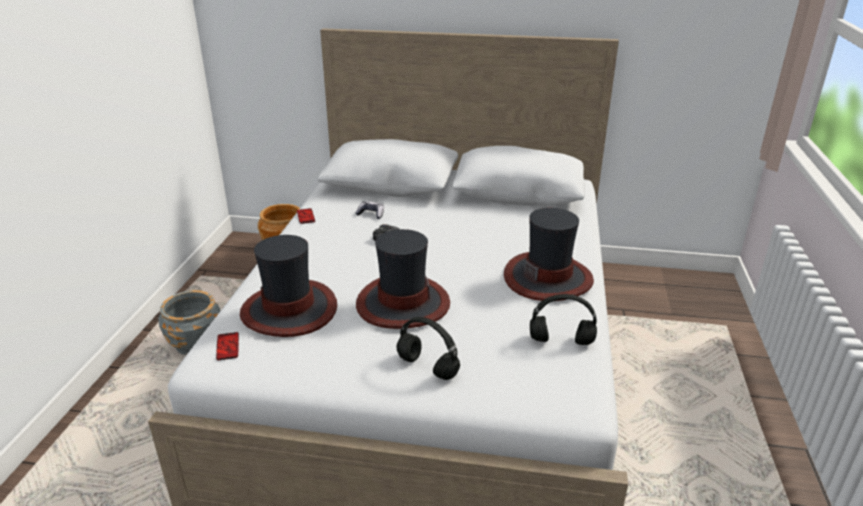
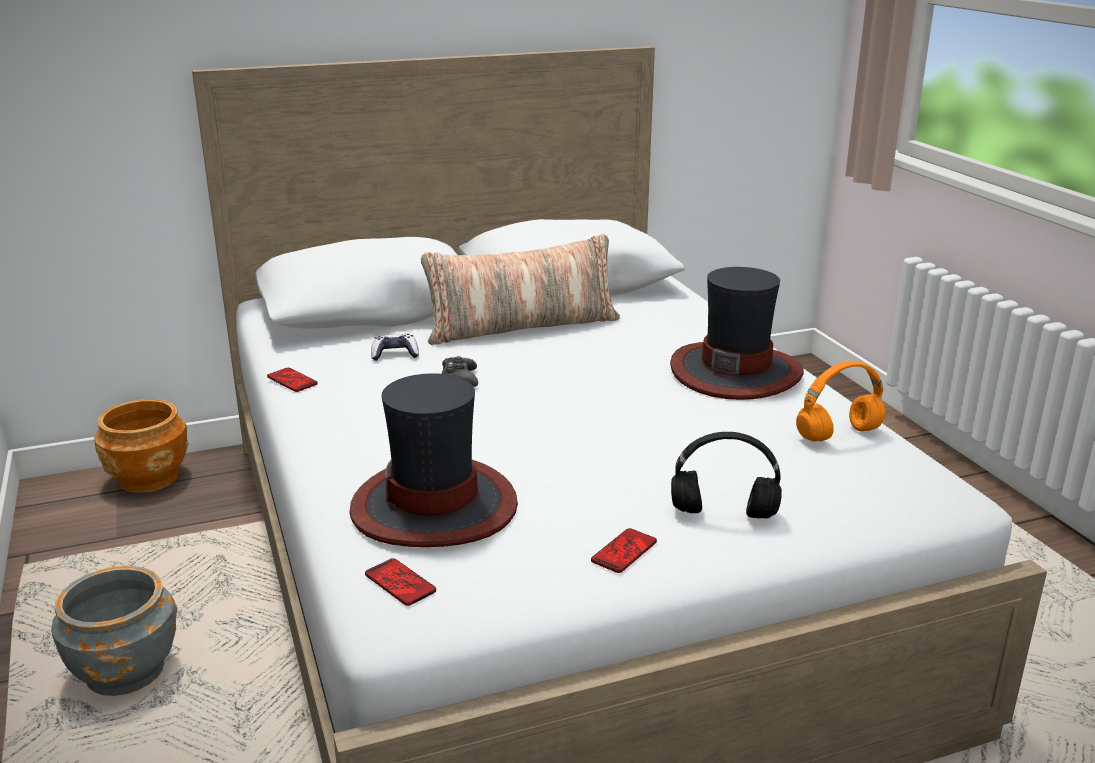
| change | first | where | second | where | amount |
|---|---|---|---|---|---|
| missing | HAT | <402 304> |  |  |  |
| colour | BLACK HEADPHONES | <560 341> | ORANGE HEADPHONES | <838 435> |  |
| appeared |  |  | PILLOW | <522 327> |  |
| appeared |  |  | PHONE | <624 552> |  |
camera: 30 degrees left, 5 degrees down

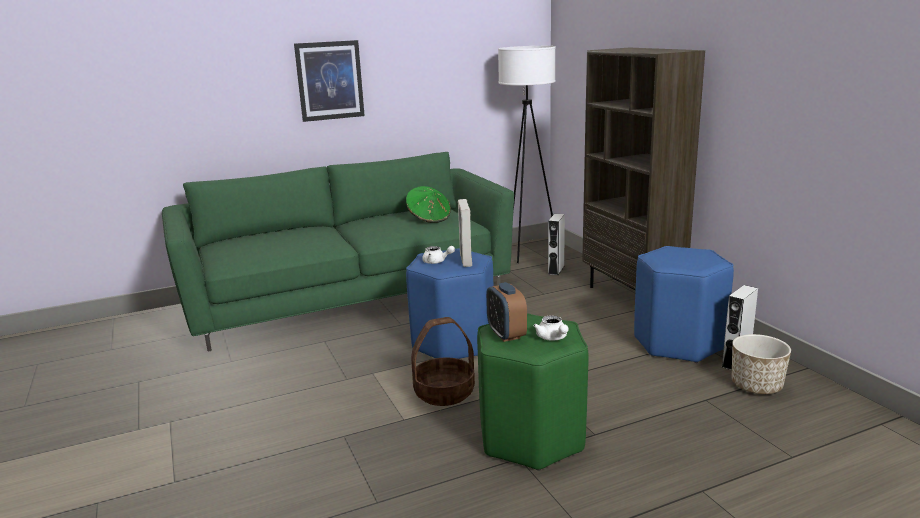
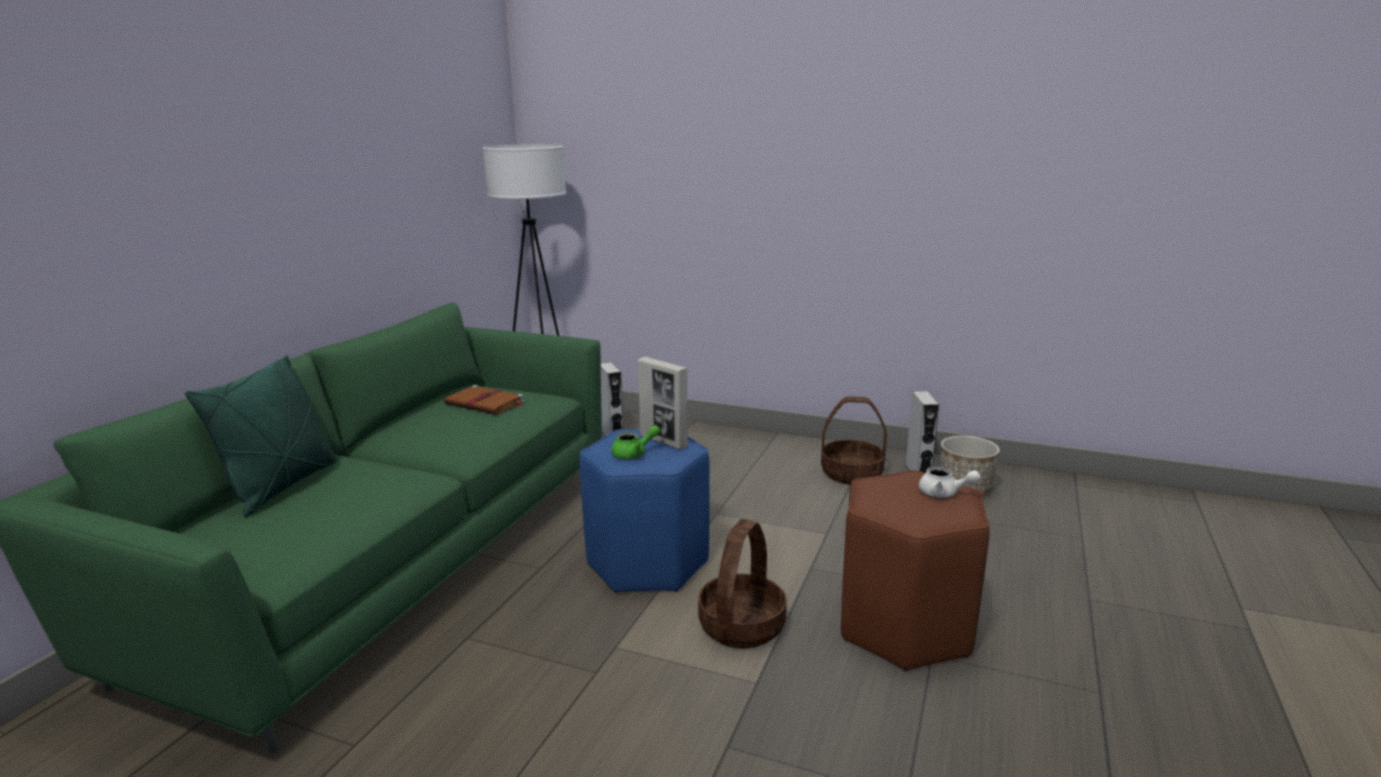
| change | first | where | second | where | amount |
|---|---|---|---|---|---|
| missing | PICTURE | <330 80> |  |  |  |
| exchanged | GREEN HAT | <429 218> | BROWN BOOK | <486 403> |  |
| colour | WHITE TEAPOT | <437 262> | GREEN TEAPOT | <634 454> |  |
| colour | GREEN STOOL | <532 438> | BROWN STOOL | <906 628> |  |
| missing | ALARM CLOCK | <506 334> |  |  |  |
| missing | BROWN BOOKCASE | <632 297> |  |  |  |
| exchanged | BLUE STOOL | <679 344> | BASKET | <852 473> |  |
| appeared |  |  | GREEN PILLOW | <282 486> |  |
camera: 45 degrees left, 0 degrees up

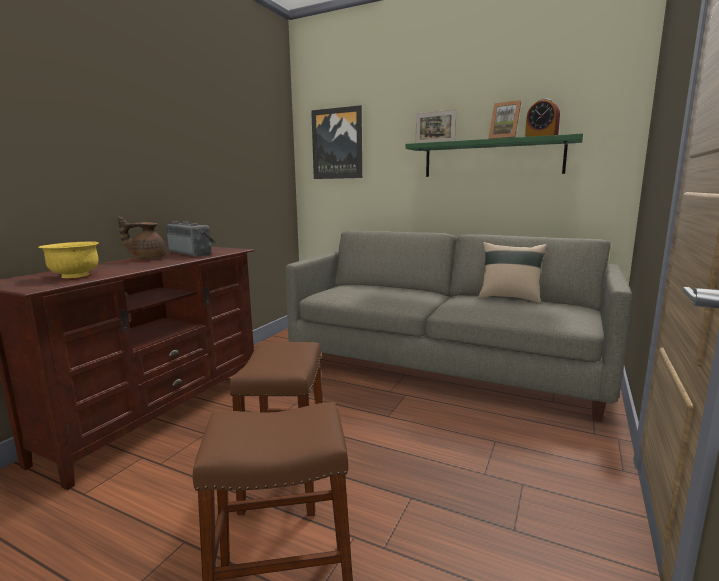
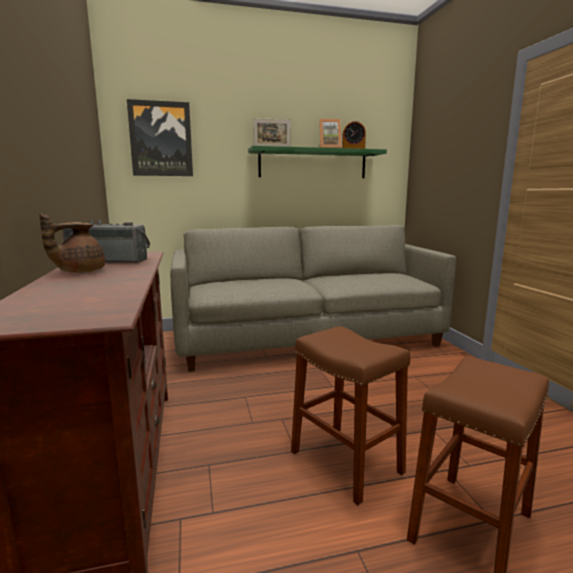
| change | first | where | second | where | amount |
|---|---|---|---|---|---|
| missing | YELLOW BOWL | <75 275> |  |  |  |
| missing | BEIGE PILLOW | <509 298> |  |  |  |
camera: 40 degrees left, 0 degrees up

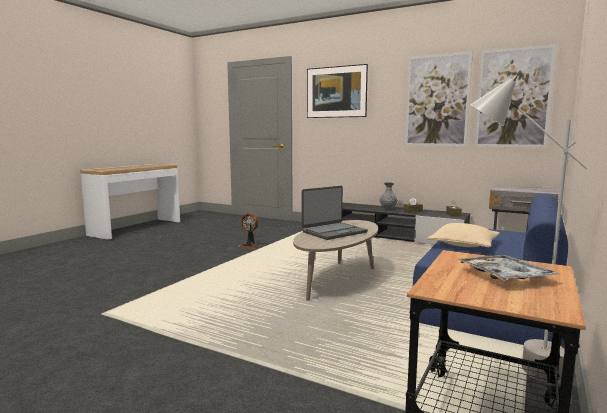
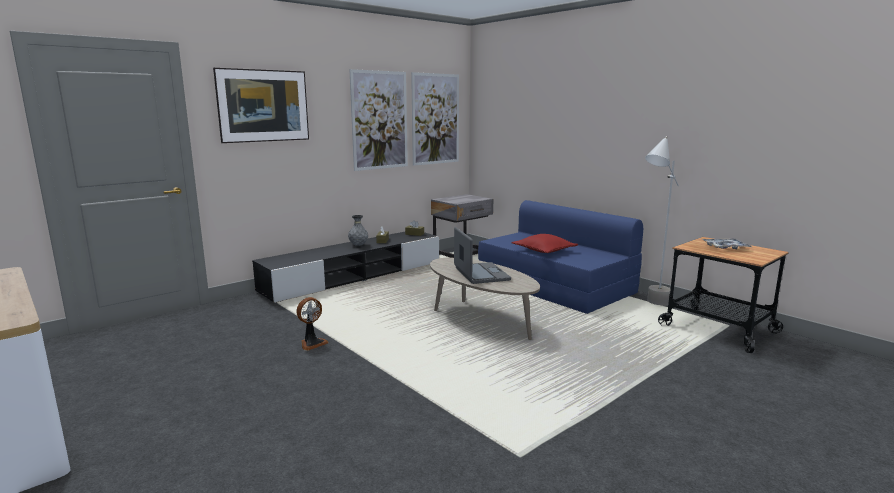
| change | first | where | second | where | amount |
|---|---|---|---|---|---|
| colour | BEIGE PILLOW | <463 244> | RED PILLOW | <544 251> |  |
camera: 70 degrees left, 5 degrees up

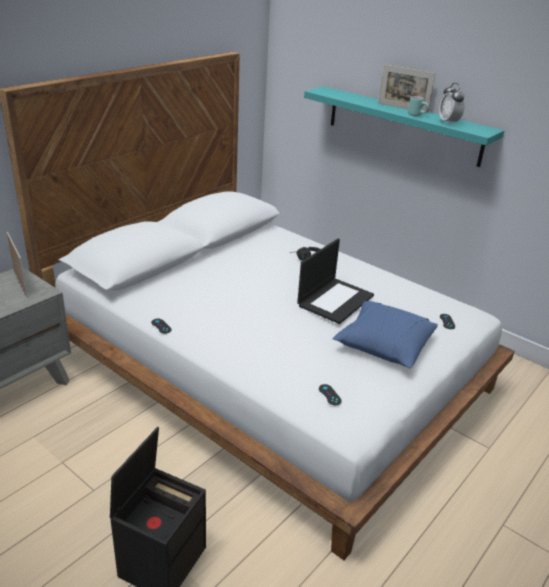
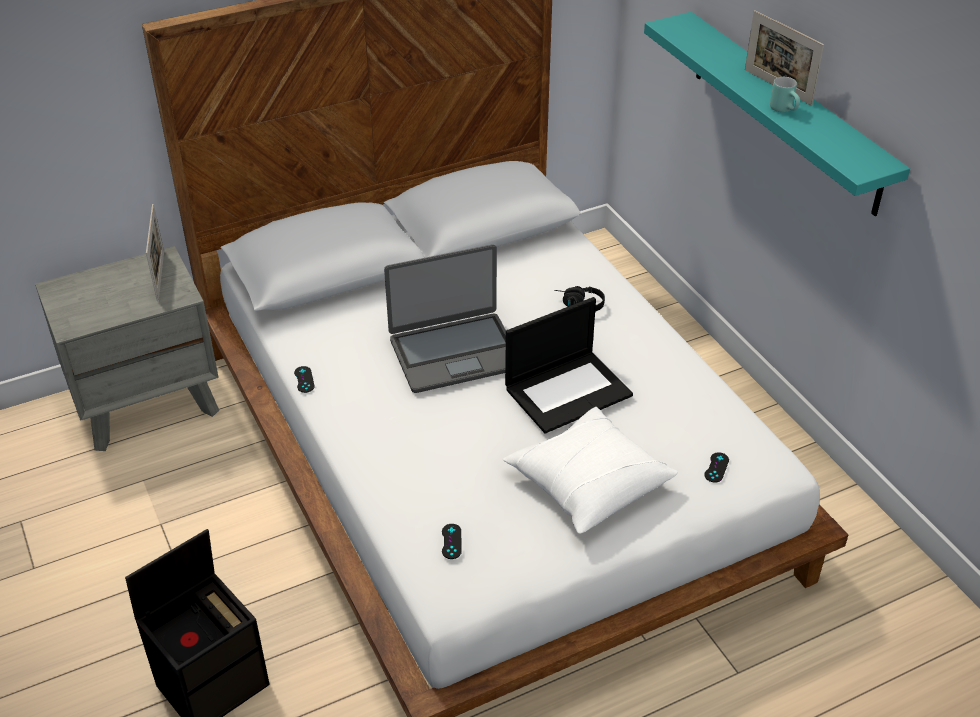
| change | first | where | second | where | amount |
|---|---|---|---|---|---|
| colour | BLUE PILLOW | <384 345> | WHITE PILLOW | <588 483> |  |
| missing | ALARM CLOCK | <448 122> |  |  |  |
| appeared |  |  | LAPTOP | <454 353> |  |
camera: 25 degrees right, 10 degrees up

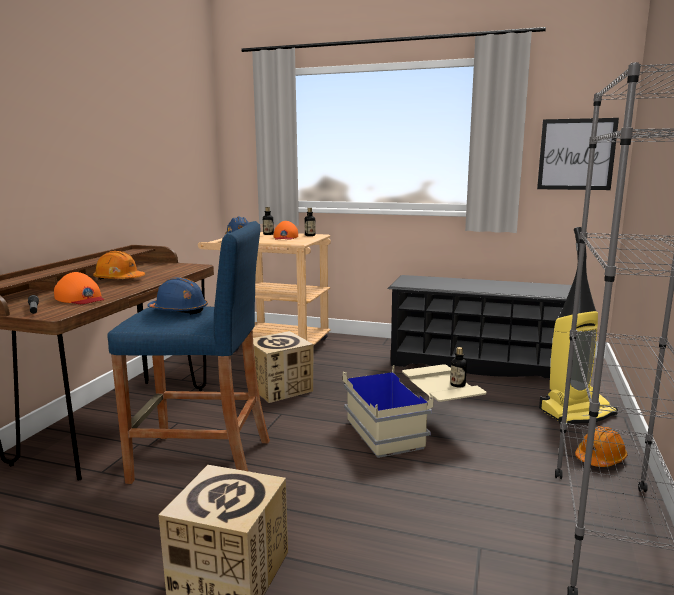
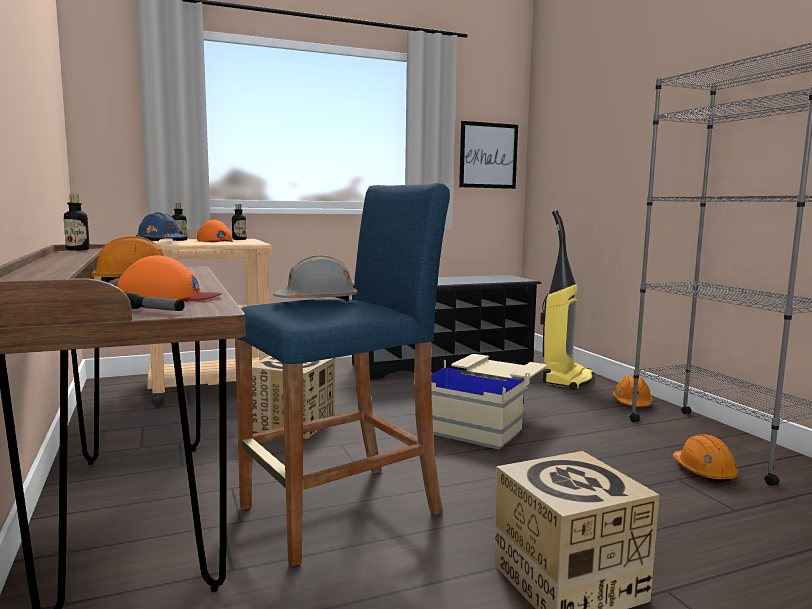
| change | first | where | second | where | amount |
|---|---|---|---|---|---|
| colour | BLUE HARD HAT | <179 311> | GREY HARD HAT | <317 302> |  |
| relocated | BOTTLE | <457 385> |  | <78 250> |  |
| appeared |  |  | ORANGE HARD HAT | <704 471> |  |
camera: 40 degrees left, 5 degrees down

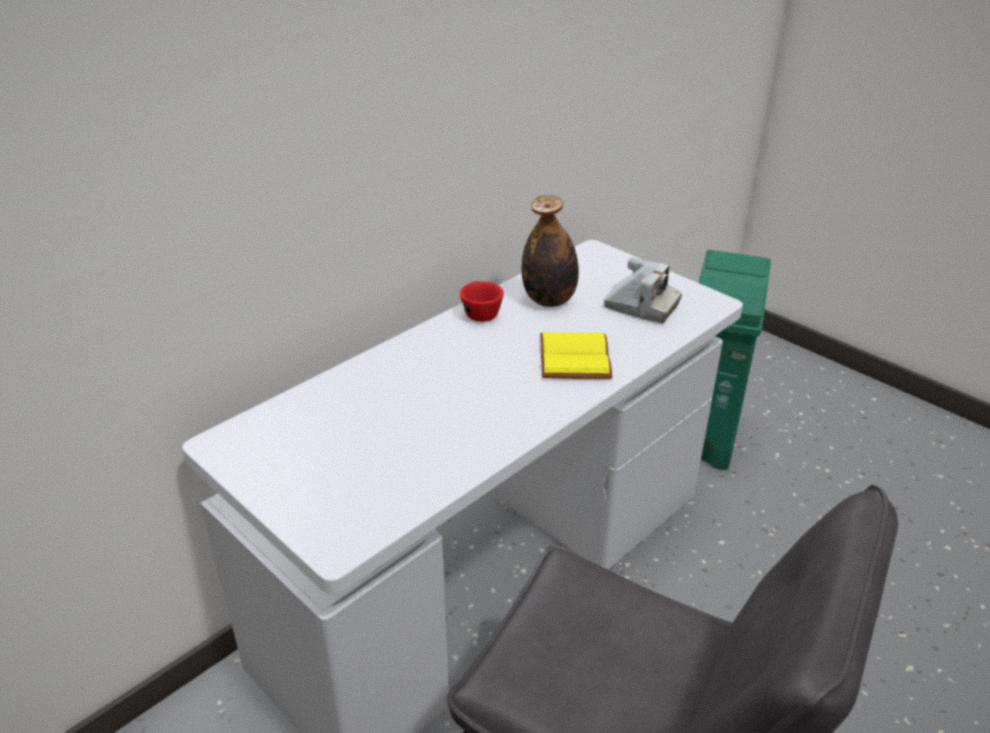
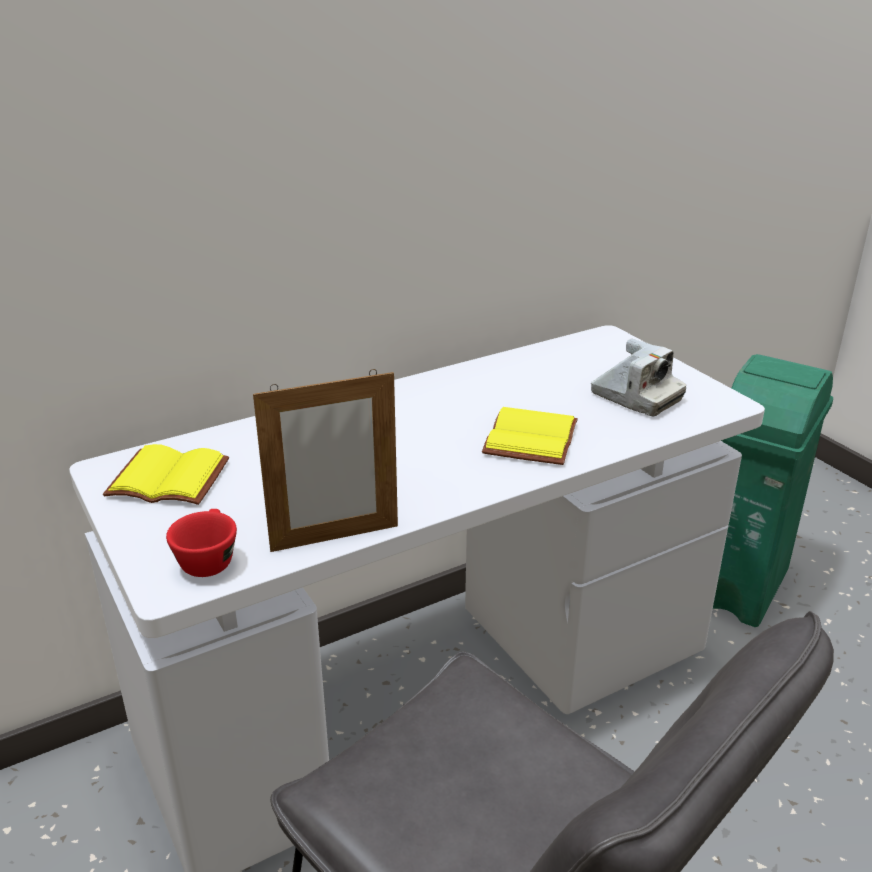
| change | first | where | second | where | amount |
|---|---|---|---|---|---|
| relocated | RED CUP | <479 312> |  | <207 559> |  |
| missing | BOTTLE | <549 300> |  |  |  |
| appeared |  |  | YELLOW BOOK | <165 481> |  |
| appeared |  |  | PICTURE FRAME | <335 538> |  |
camera: 15 degrees right, 5 degrees down

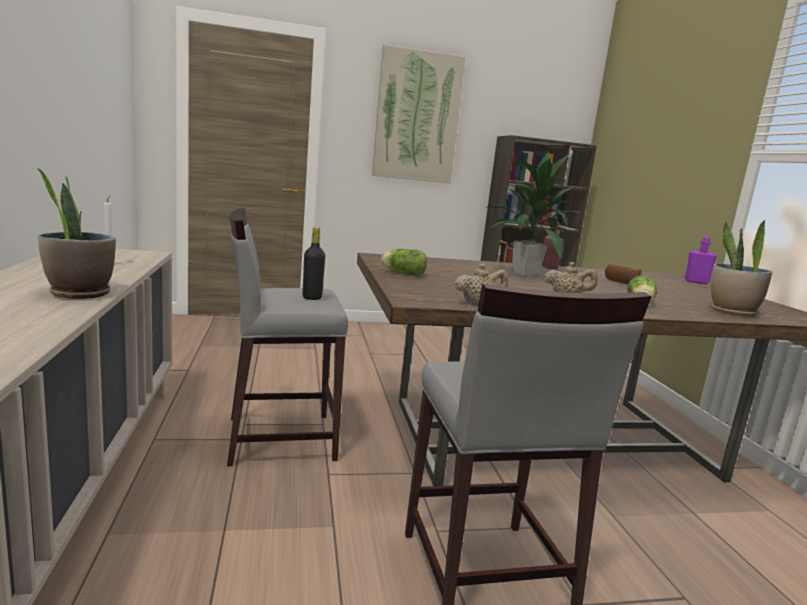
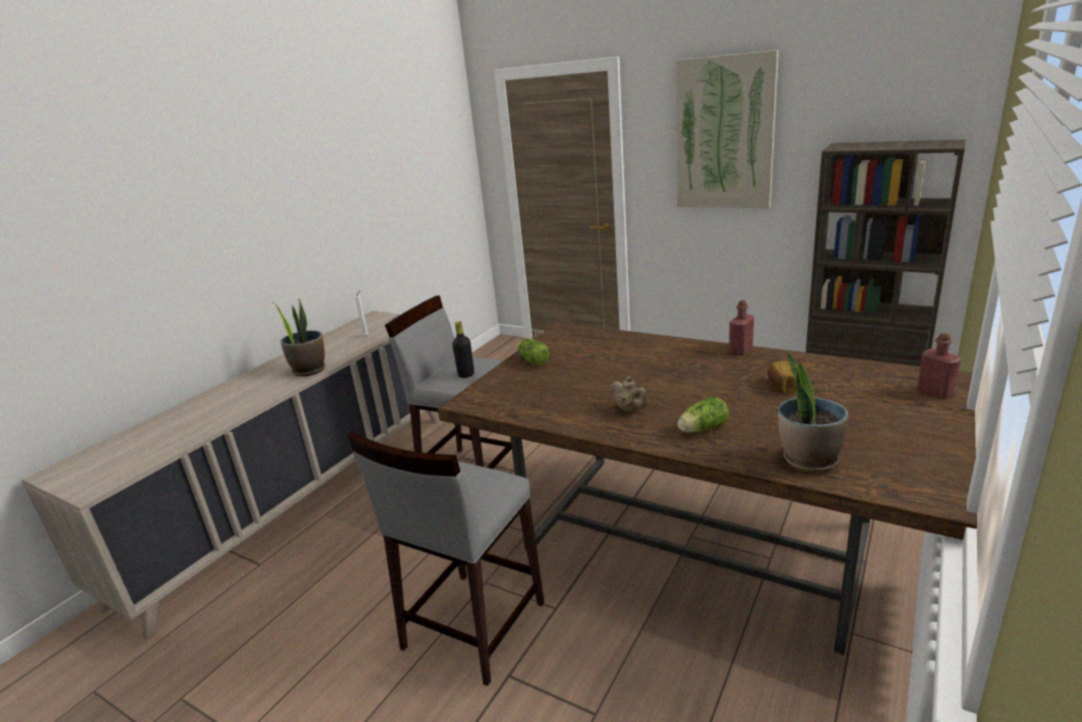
| change | first | where | second | where | amount |
|---|---|---|---|---|---|
| missing | BEIGE TEAPOT | <478 303> |  |  |  |
| missing | POTTED PLANT | <523 274> |  |  |  |
| colour | PURPLE BOTTLE | <696 282> | RED BOTTLE | <934 392> |  |
camera: 45 degrees right, 10 degrees up

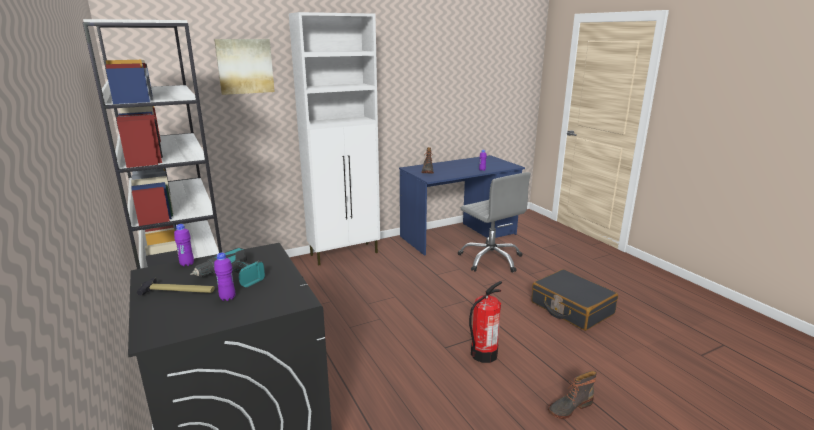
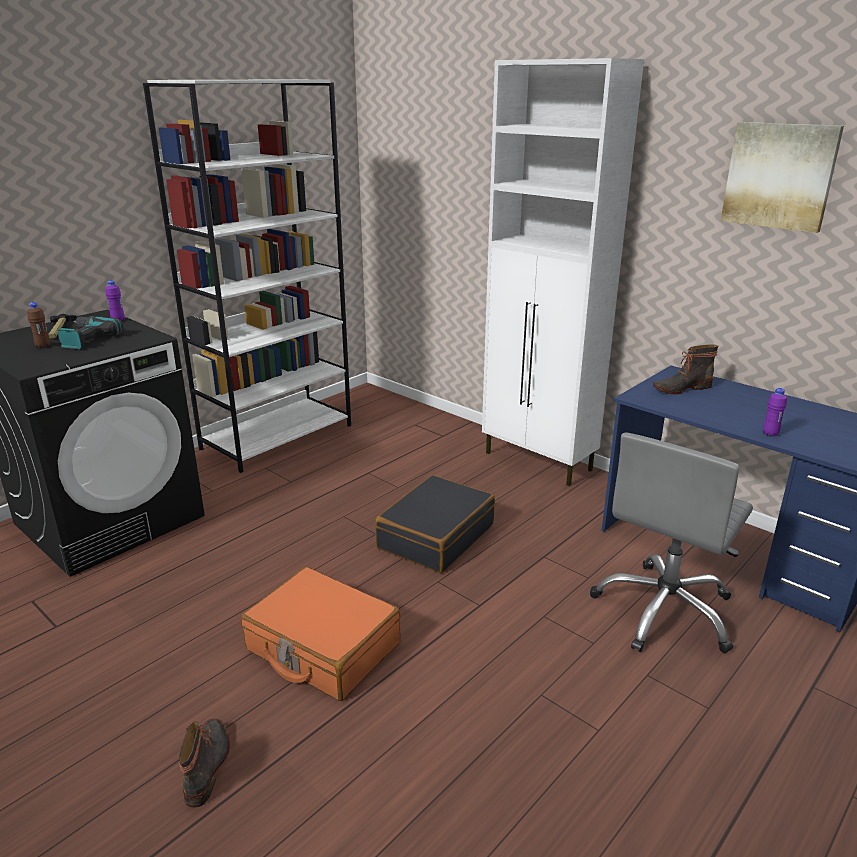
| change | first | where | second | where | amount |
|---|---|---|---|---|---|
| relocated | PICTURE | <245 66> |  | <779 176> |  |
| colour | PURPLE BOTTLE | <227 298> | BROWN BOTTLE | <43 346> |  |
| exchanged | FIRE EXTINGUISHER | <483 354> | ORANGE SUITCASE | <322 647> |  |
| relocated | BLACK SUITCASE | <571 308> |  | <435 536> |  |
| spun | BOOT | <569 407> |  | <208 765> | 45 degrees clockwise |
camera: 70 degrees right, 5 degrees up

